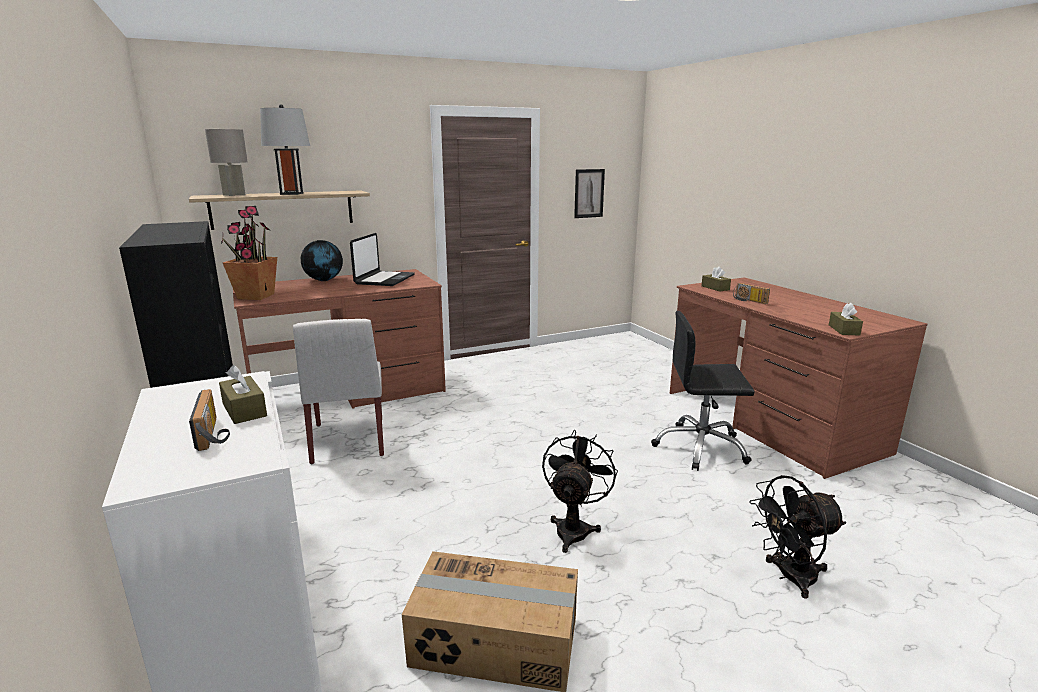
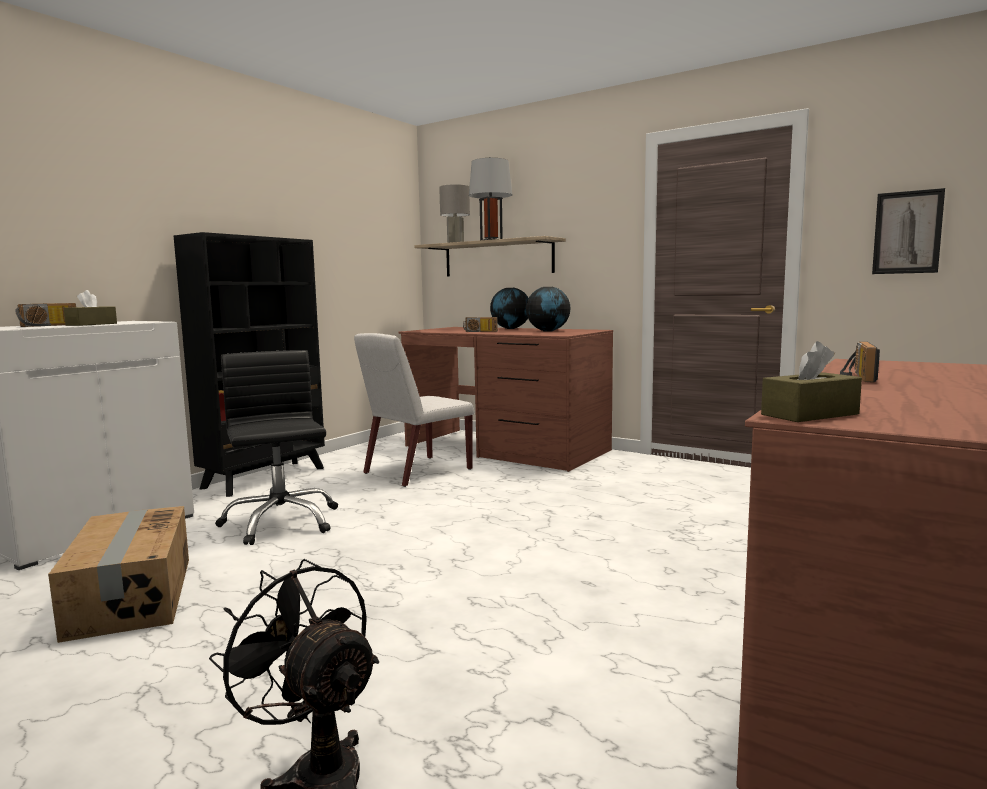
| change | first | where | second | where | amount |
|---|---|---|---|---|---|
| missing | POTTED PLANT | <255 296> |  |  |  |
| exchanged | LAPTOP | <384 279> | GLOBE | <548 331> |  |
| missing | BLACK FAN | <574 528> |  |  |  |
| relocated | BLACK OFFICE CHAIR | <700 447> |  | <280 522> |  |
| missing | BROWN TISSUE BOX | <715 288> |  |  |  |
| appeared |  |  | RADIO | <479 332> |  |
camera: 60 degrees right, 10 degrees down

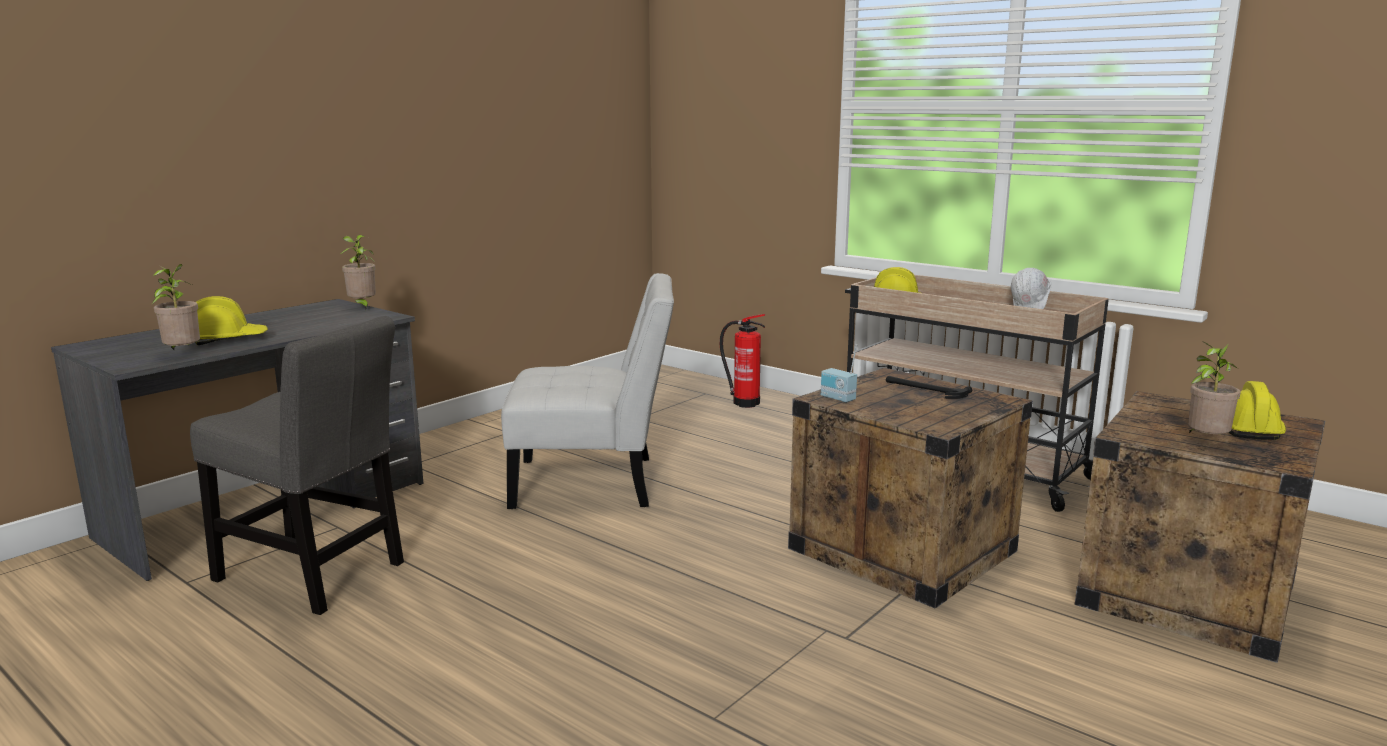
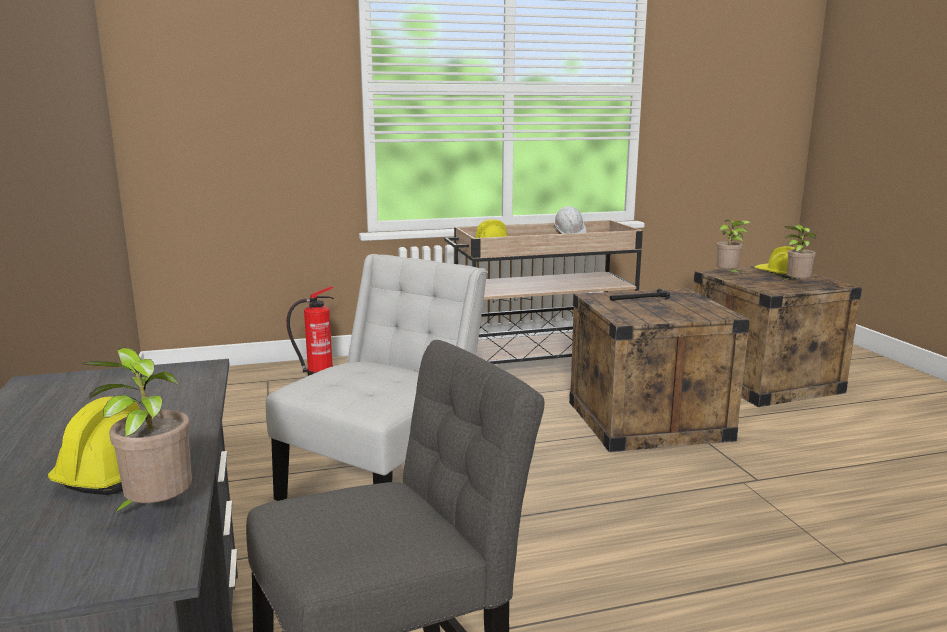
| change | first | where | second | where | amount |
|---|---|---|---|---|---|
| relocated | POTTED PLANT | <362 307> |  | <728 275> |  |
| missing | RADIO | <837 399> |  |  |  |
camera: 55 degrees left, 0 degrees up

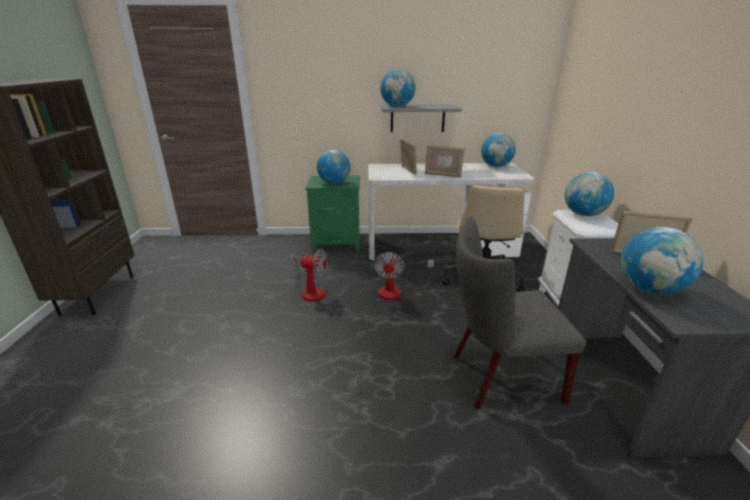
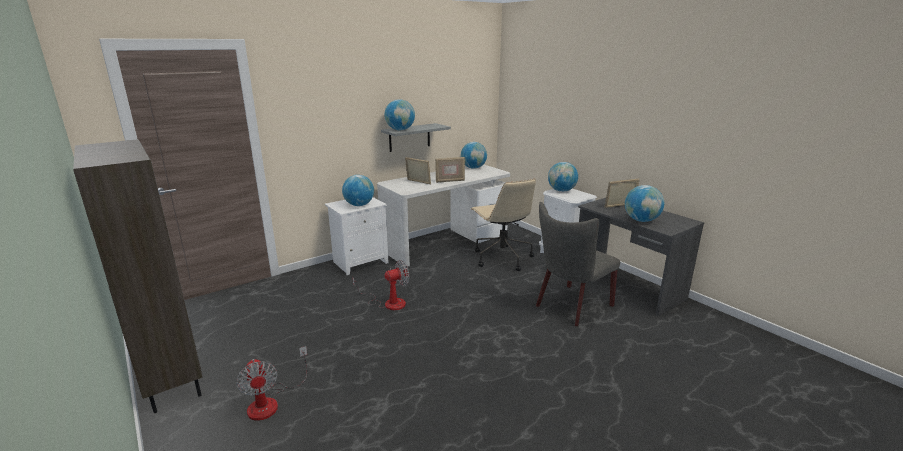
| change | first | where | second | where | amount |
|---|---|---|---|---|---|
| colour | GREEN NIGHTSTAND | <337 243> | WHITE NIGHTSTAND | <360 262> |  |
| relocated | FAN | <396 291> |  | <271 402> |  |
camera: 35 degrees left, 5 degrees down

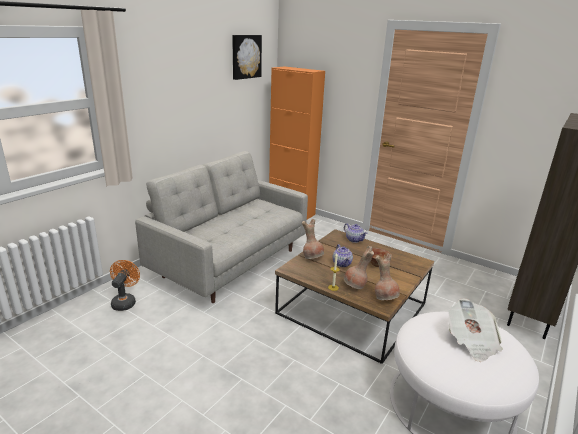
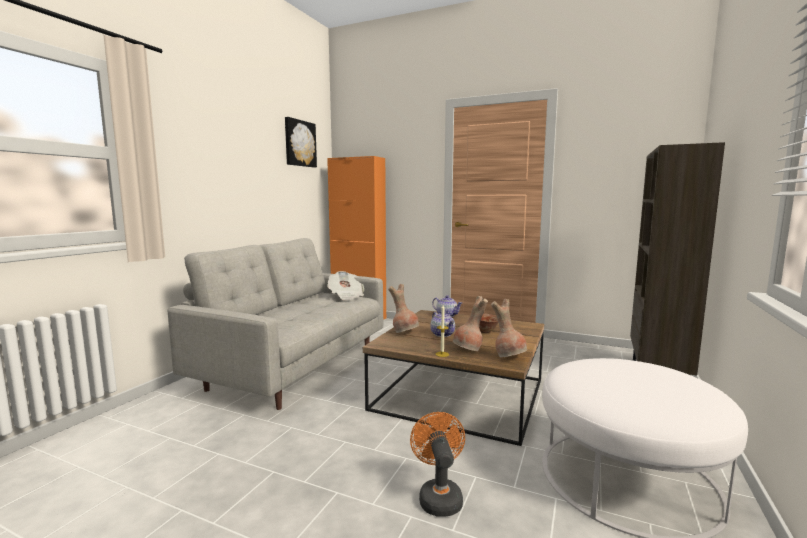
| change | first | where | second | where | amount |
|---|---|---|---|---|---|
| relocated | ORANGE FAN | <125 301> |  | <439 496> |  |
| relocated | NEWSPAPER | <471 342> |  | <346 296> |  |
camera: 10 degrees left, 15 degrees down

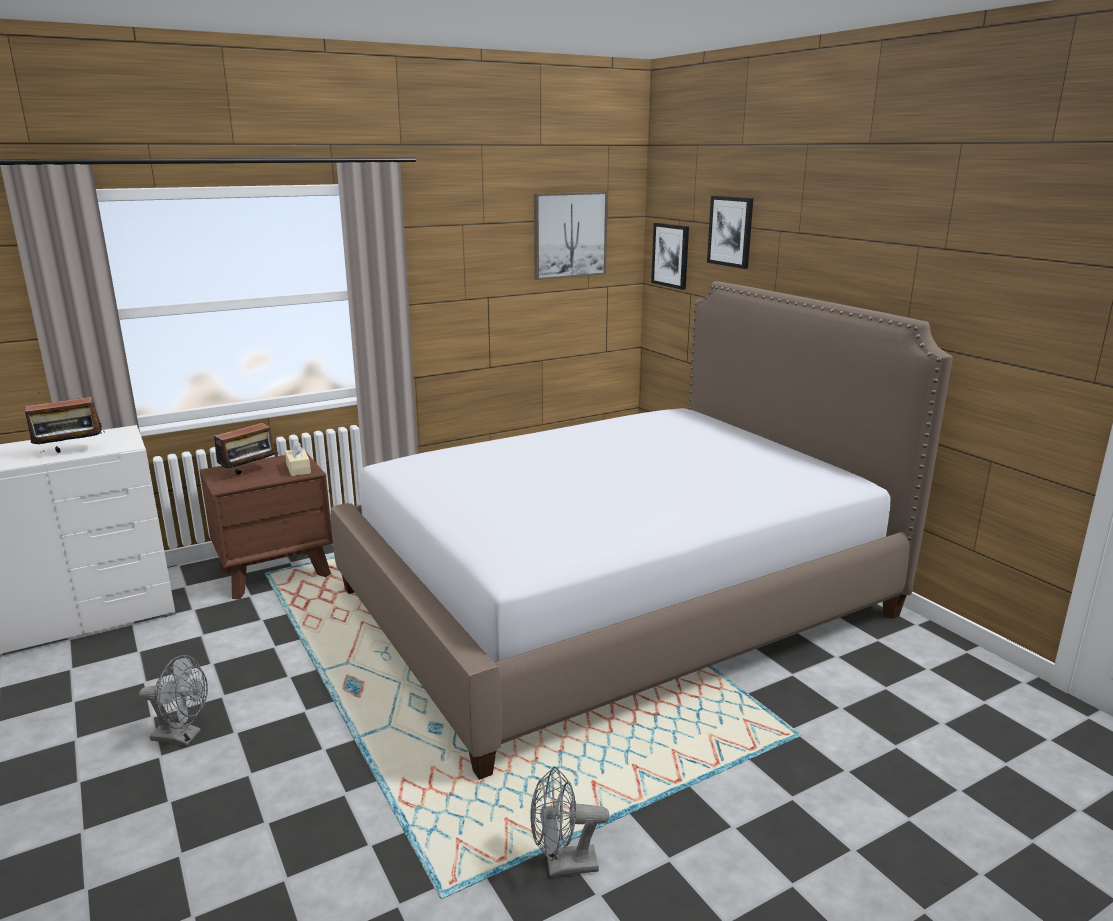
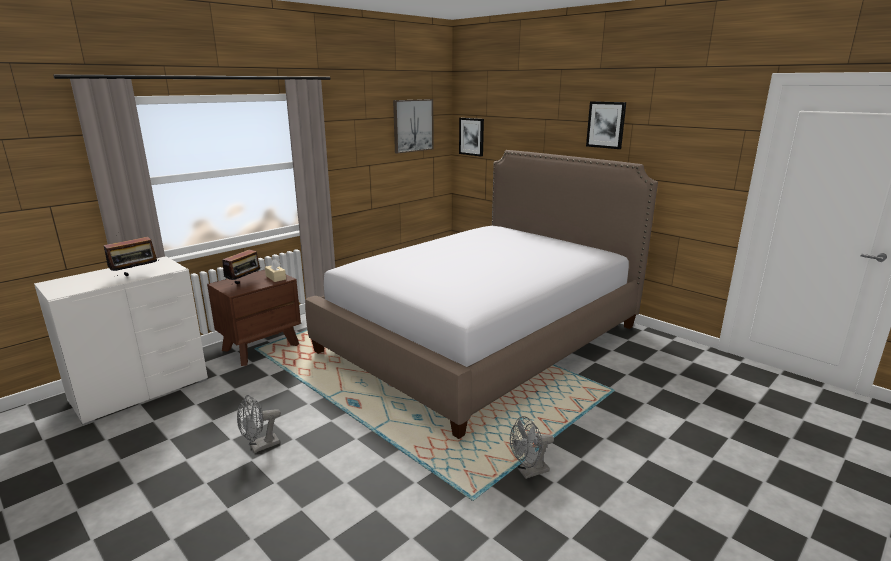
| change | first | where | second | where | amount |
|---|---|---|---|---|---|
| spun | GREY FAN | <183 736> |  | <260 446> | 150 degrees clockwise |
| relocated | PICTURE | <731 231> |  | <606 125> |  |
camera: 15 degrees left, 0 degrees up

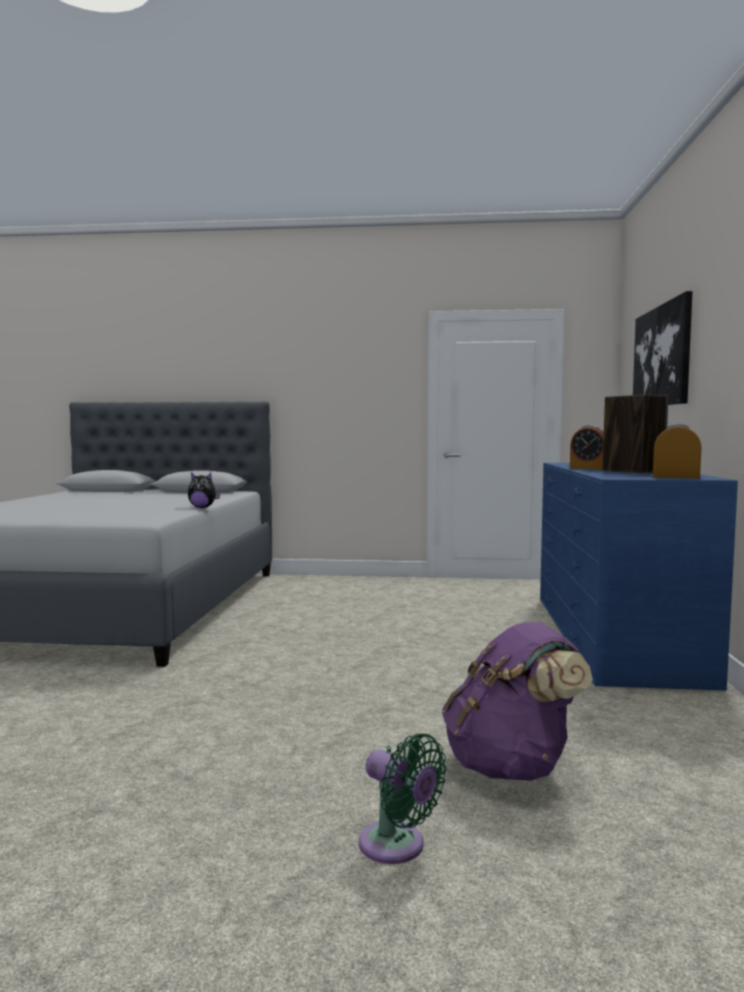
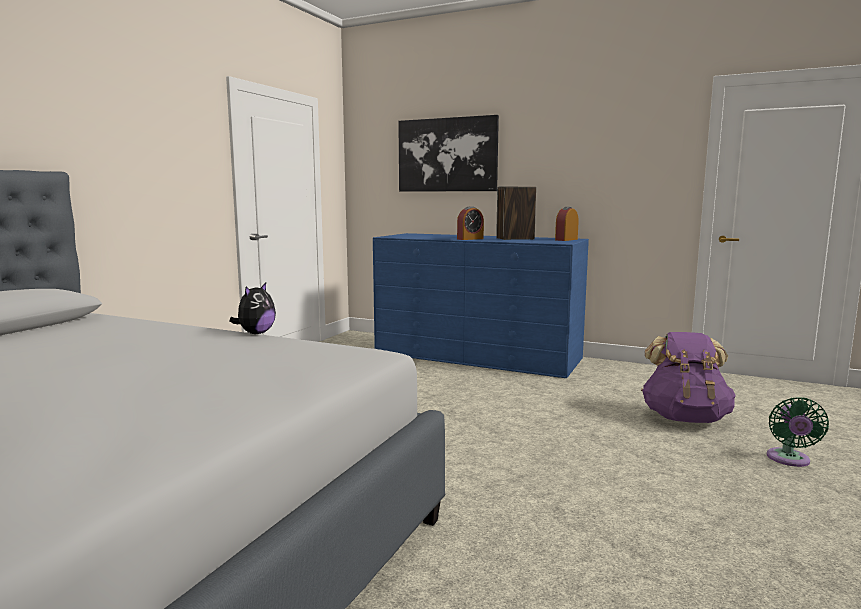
| change | first | where | second | where | amount |
|---|---|---|---|---|---|
| spun | GREEN FAN | <397 846> |  | <789 460> | 135 degrees clockwise |
camera: 70 degrees left, 5 degrees up

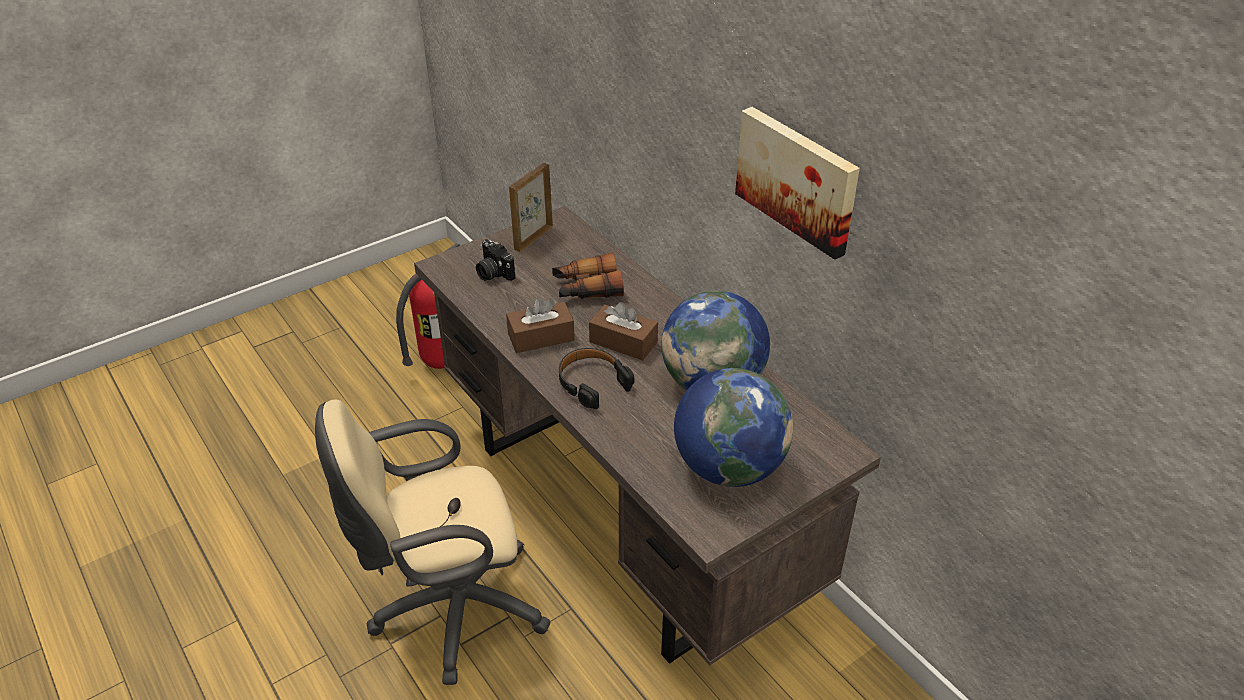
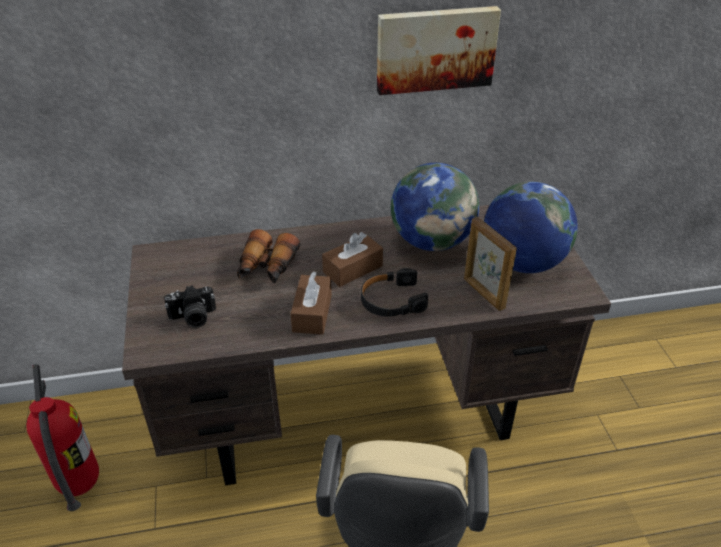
| change | first | where | second | where | amount |
|---|---|---|---|---|---|
| relocated | PICTURE FRAME | <532 238> |  | <483 294> |  |
camera: 65 degrees left, 0 degrees up

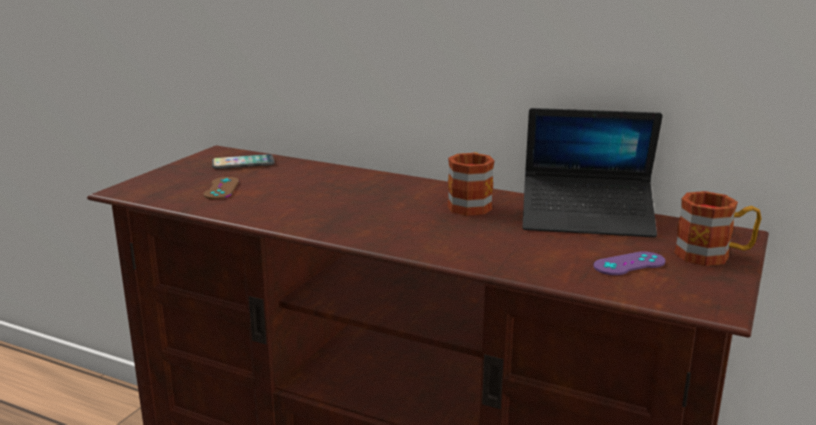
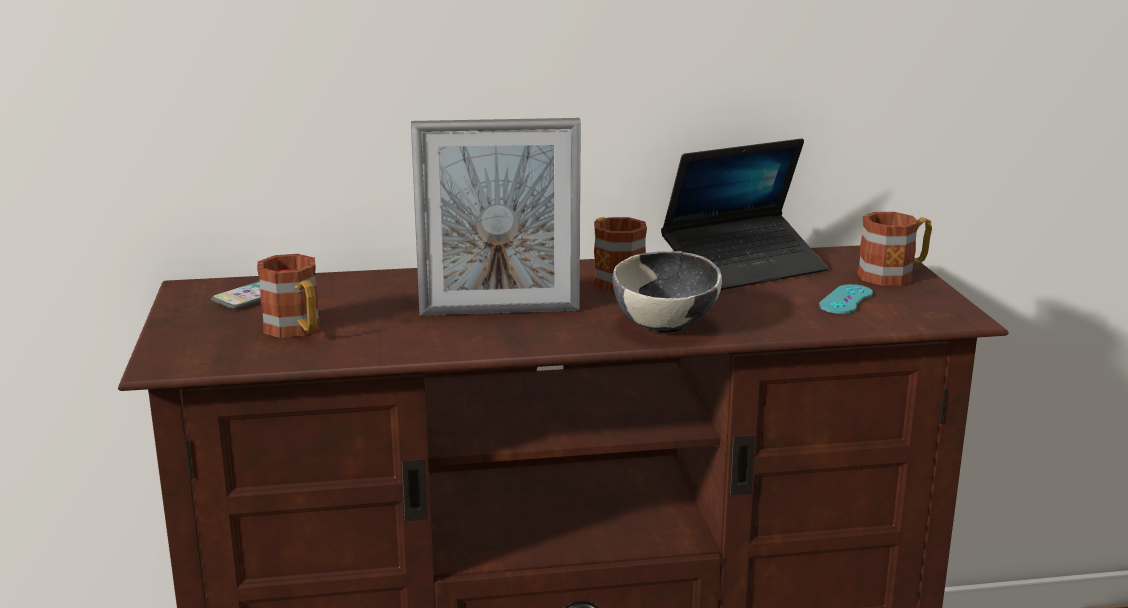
| change | first | where | second | where | amount |
|---|---|---|---|---|---|
| exchanged | BROWN GAME CONTROLLER | <221 188> | MUG | <297 330> |  |
| colour | PURPLE GAME CONTROLLER | <629 264> | TURQUOISE GAME CONTROLLER | <846 300> |  |
| appeared |  |  | PICTURE FRAME | <499 311> |  |
| appeared |  |  | BOWL | <666 325> |  |
camera: 35 degrees left, 0 degrees up

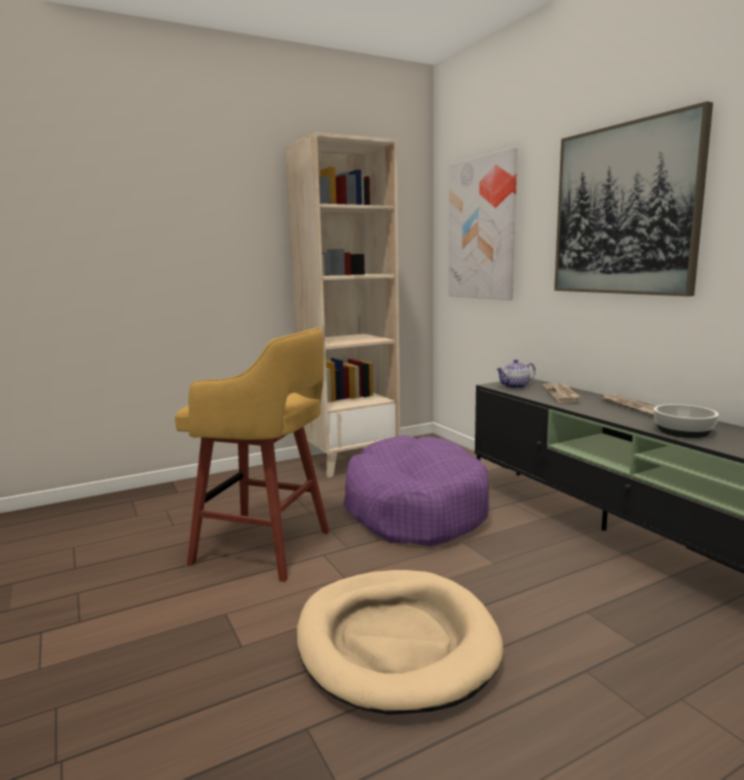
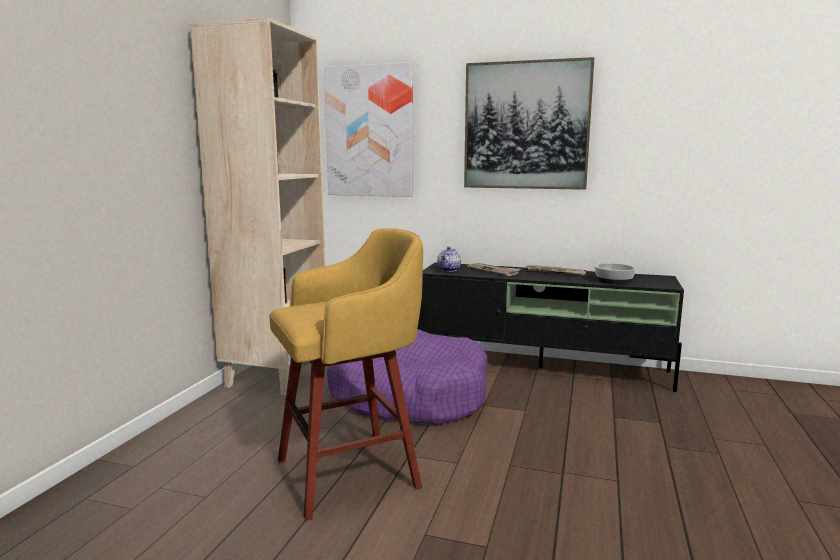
| change | first | where | second | where | amount |
|---|---|---|---|---|---|
| missing | BEIGE DOG BED | <396 642> |  |  |  |
camera: 45 degrees left, 0 degrees up

